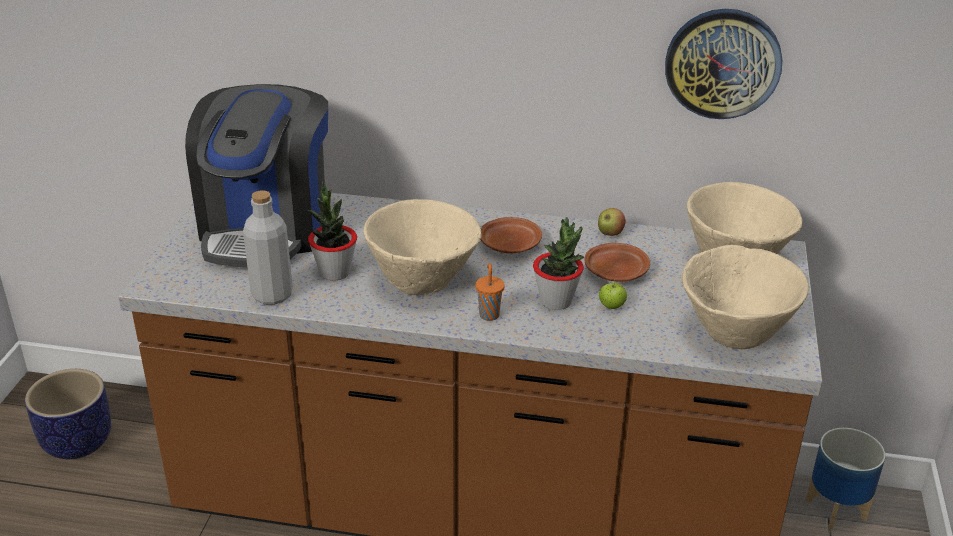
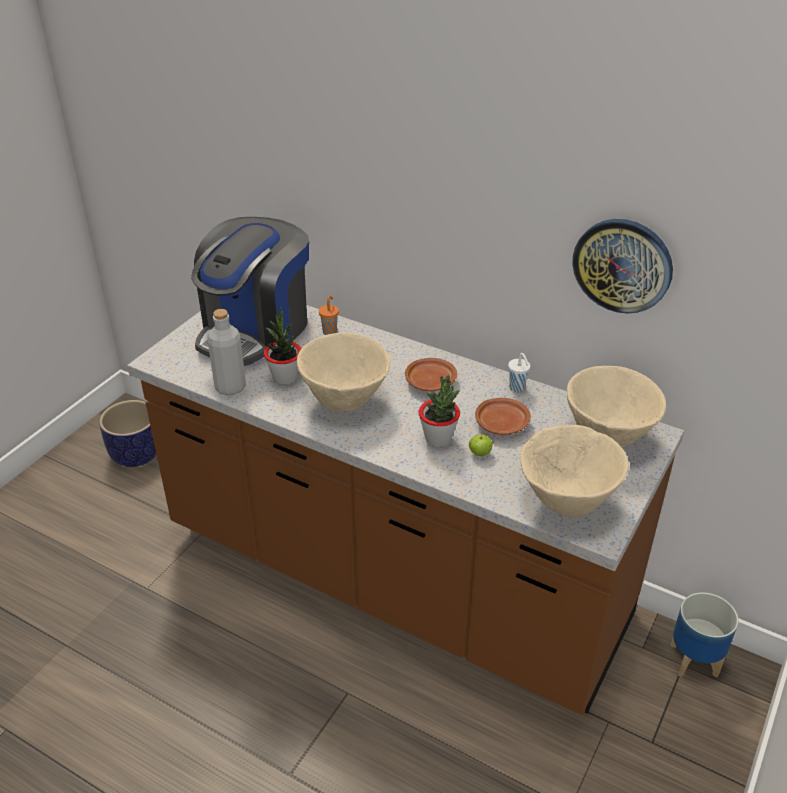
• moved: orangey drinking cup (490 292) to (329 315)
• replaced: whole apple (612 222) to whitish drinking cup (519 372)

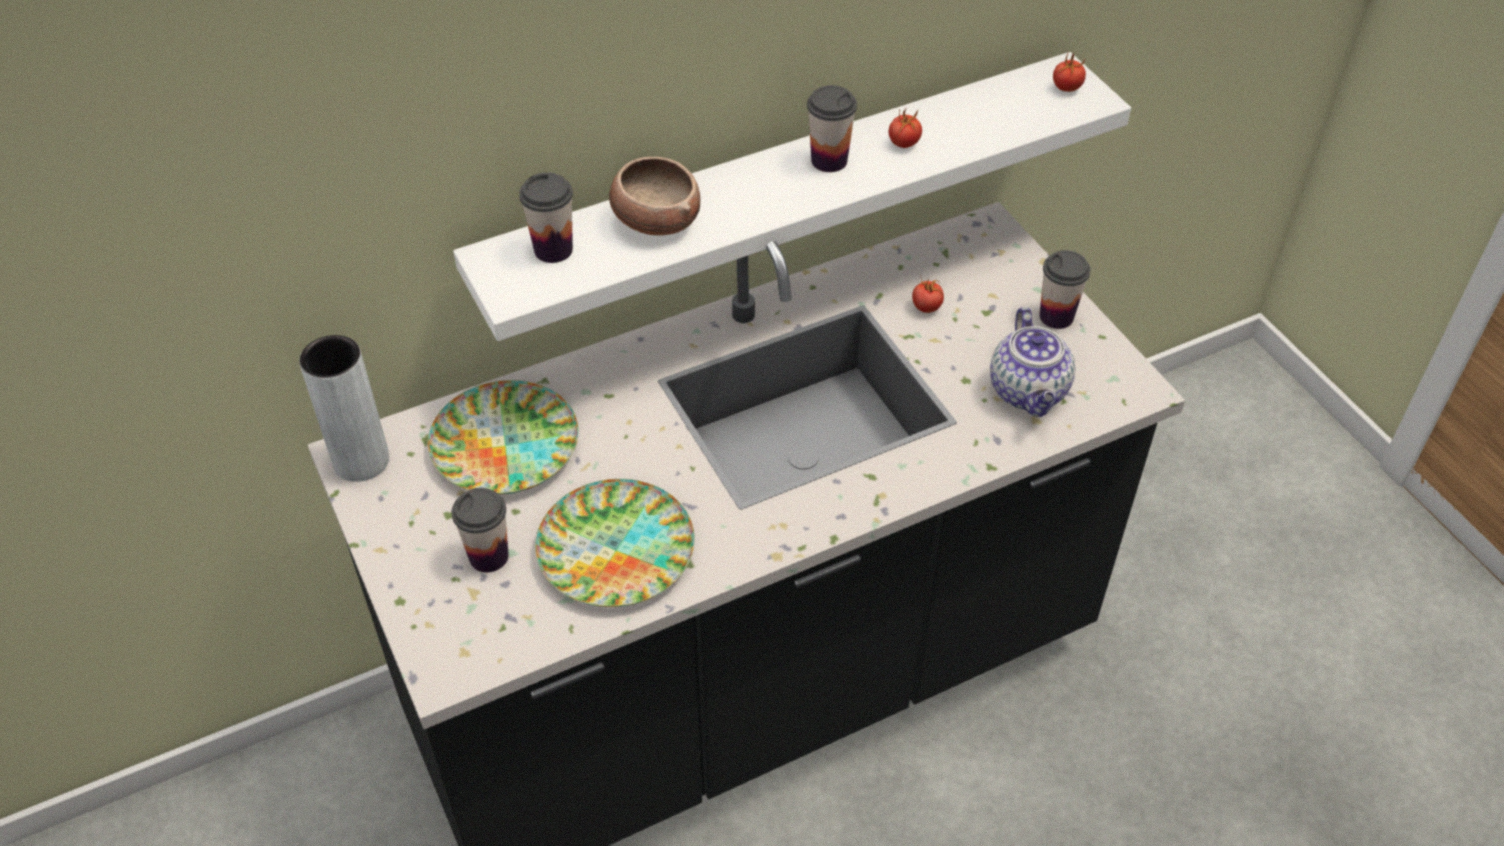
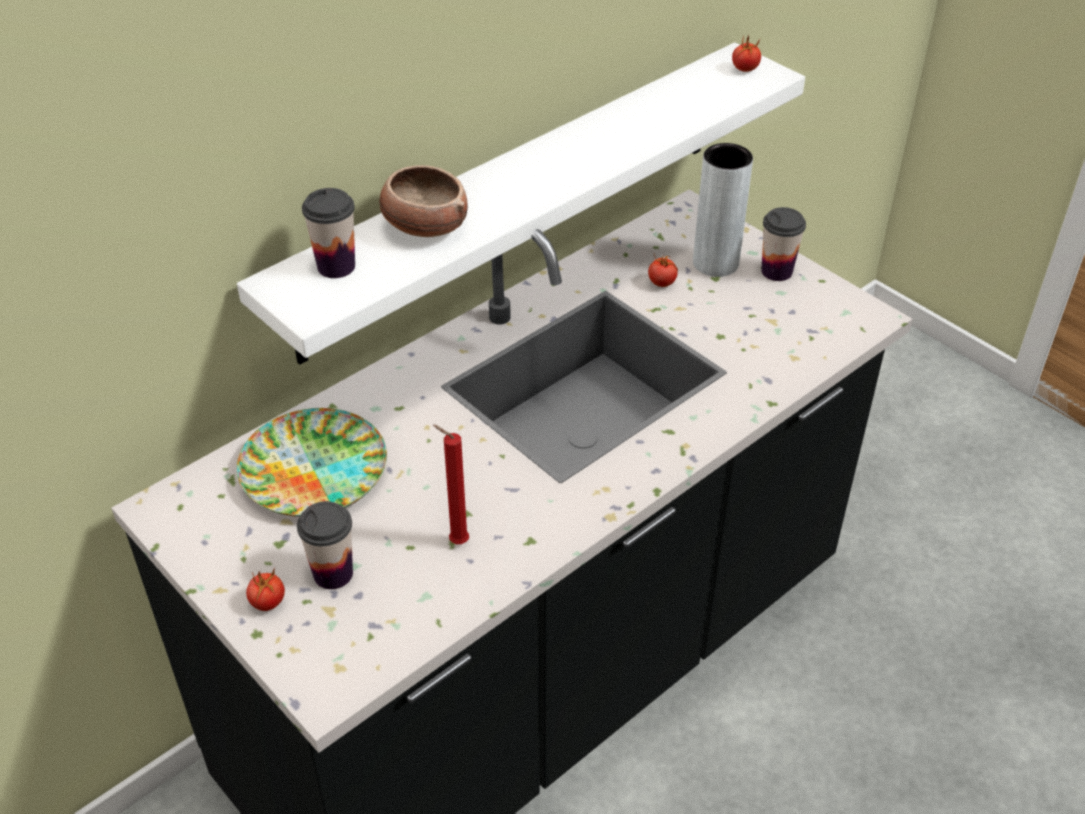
• moved: whole tomato (905 128) to (265 589)
• replaced: plate (615 543) to red-coloured wax light (451 484)
• moved: gray vase (344 408) to (723 210)
• removed: drinking cup (832 128)
• removed: pot for tea (1032 362)

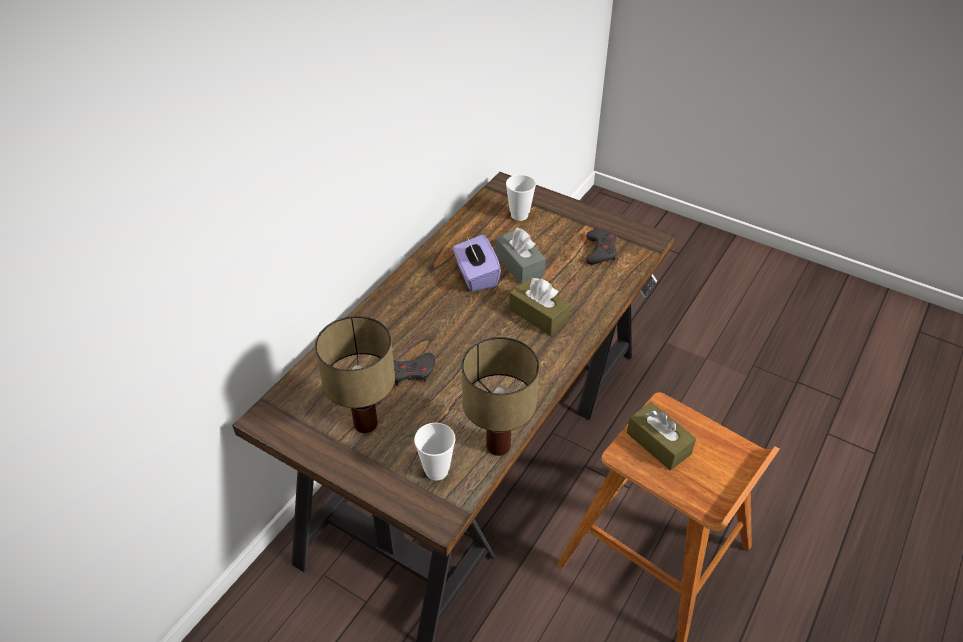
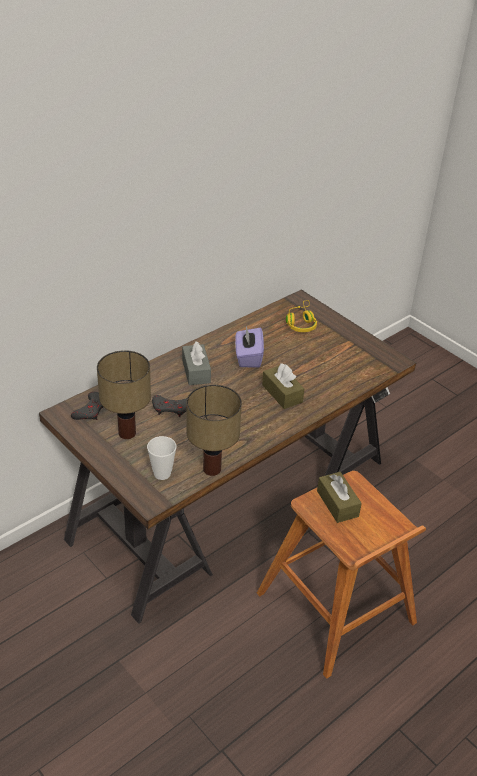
• moved: gray gamepad (601 247) to (87 406)
• moved: gray tissue box (521 256) to (196 363)
• replaced: drinking cup (521 198) to yellow pair of headphones (301 316)

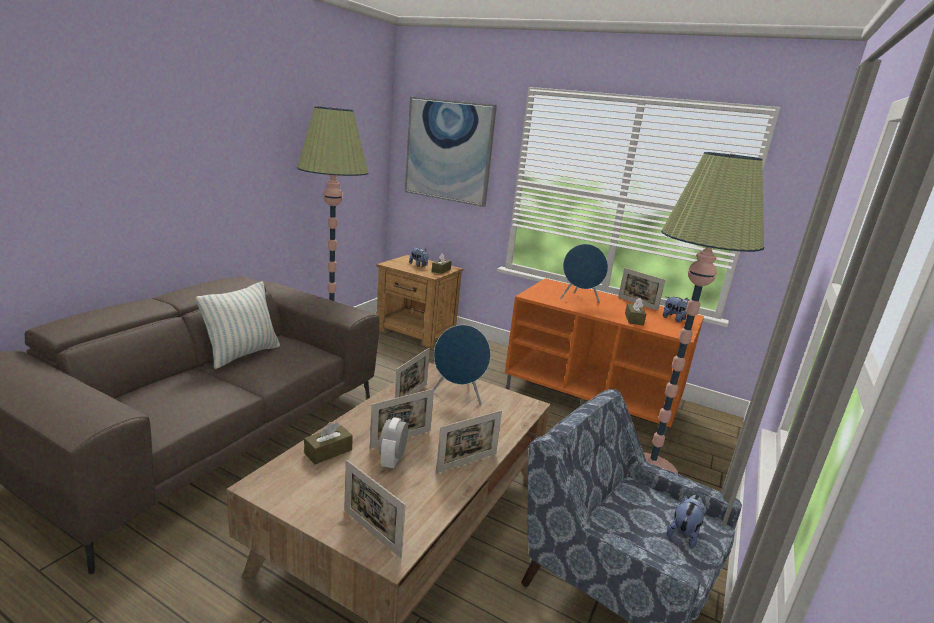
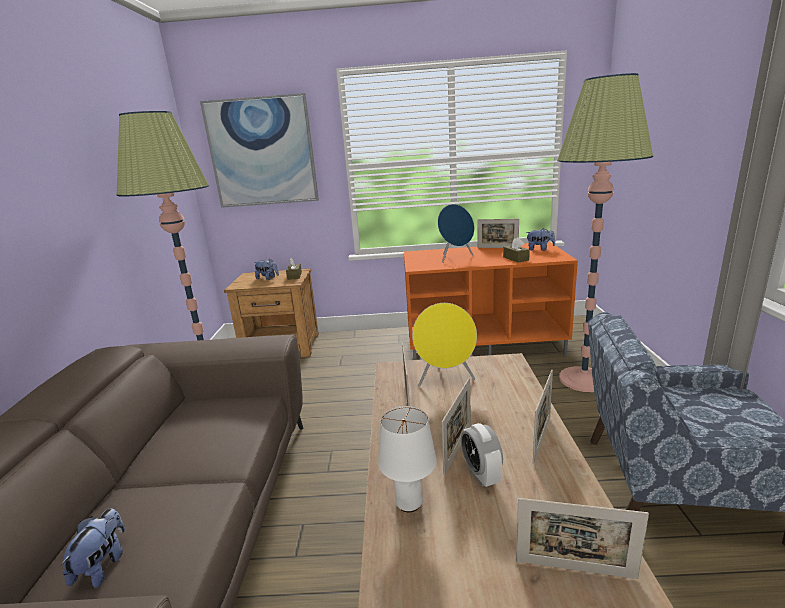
• moved: plush toy (686 521) to (93 548)
• replaced: brown tissue box (328 443) to whitish table lamp (407 459)
• recoloured: bluish loudspeaker (462 365) to yellow loudspeaker (444 345)
• removed: throw pillow (238 325)

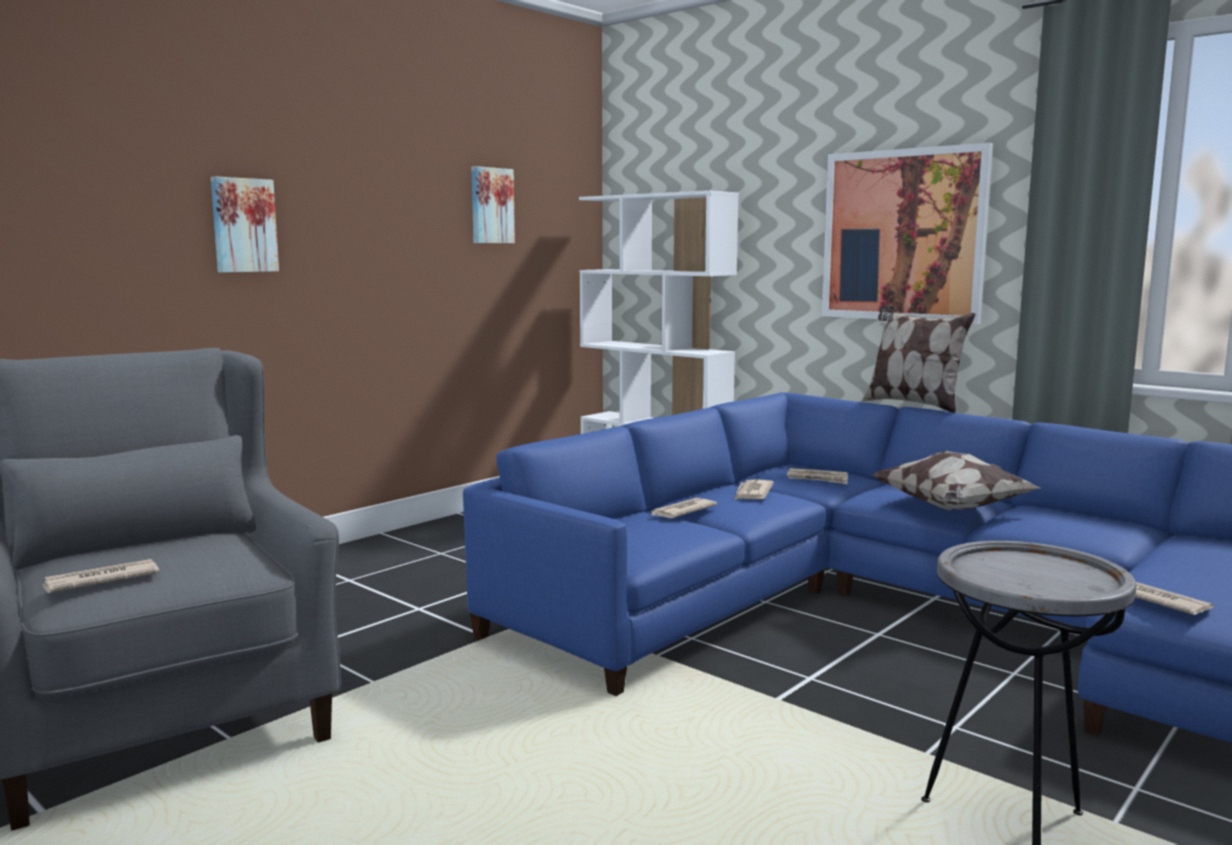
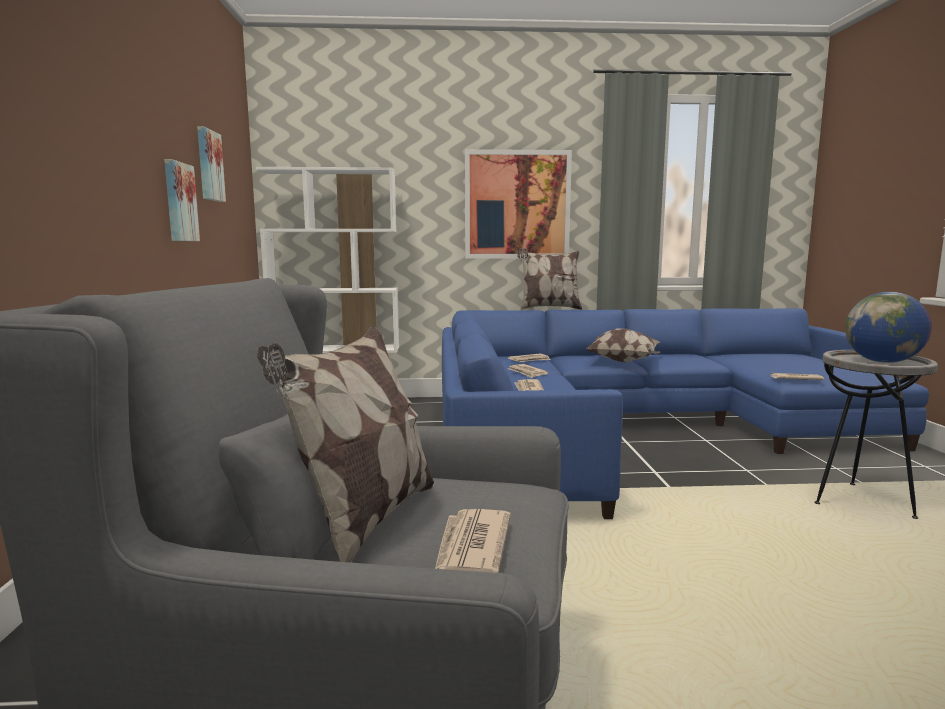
• moved: wall picture (245 224) to (182 200)
• added: throw pillow (345 444)
• added: desk globe (888 327)

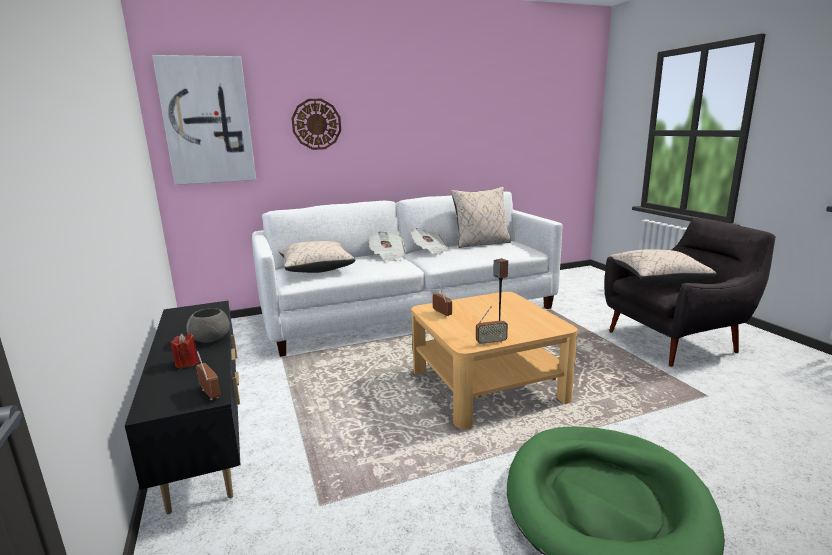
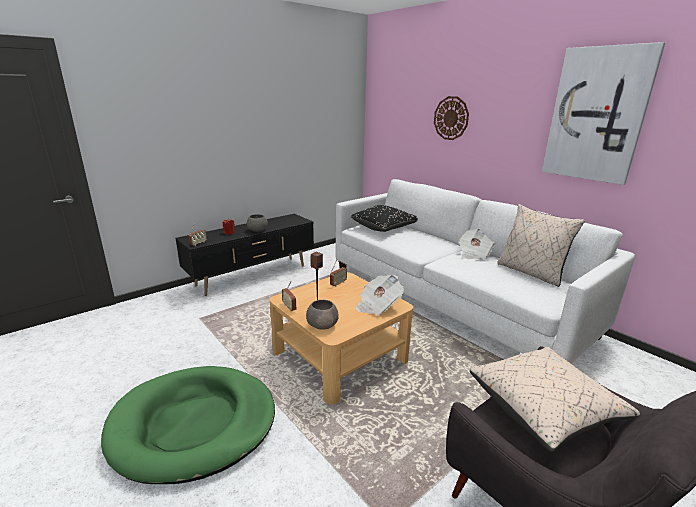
• added: gray deep dish (322 315)
• recoloured: beige throw pillow (317 257) to black throw pillow (384 218)
• moved: printed paper (387 246) to (379 295)
• moved: wall picture (204 120) to (603 113)

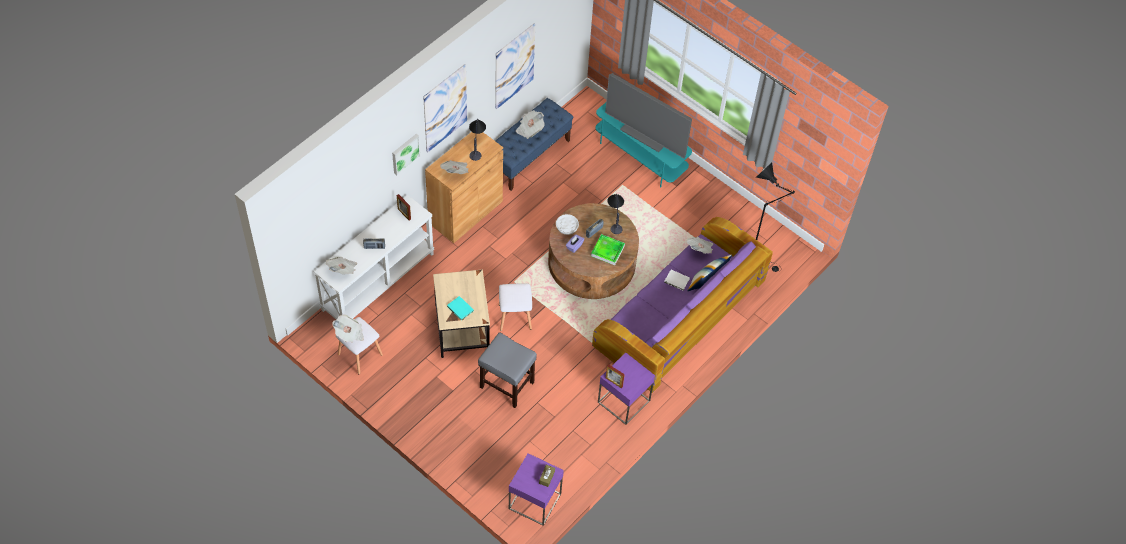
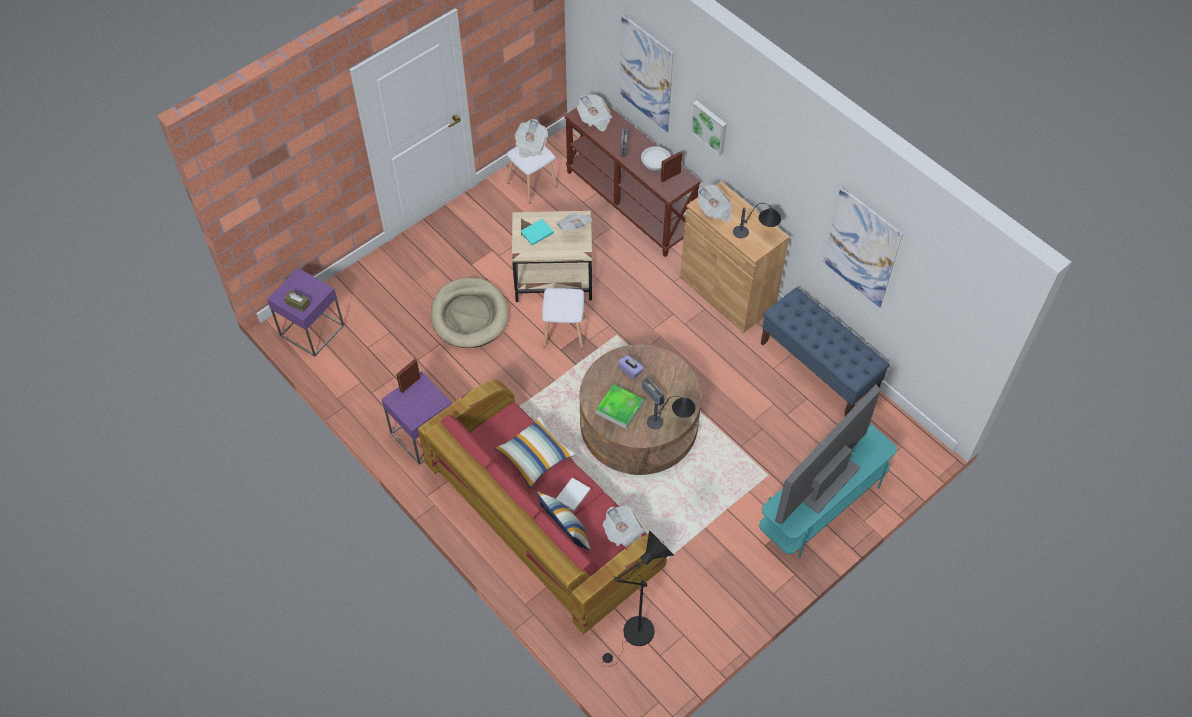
• recoloured: purple couch (682 305) to red-coloured couch (542 507)
• replaced: gray sitting stool (507 370) to beige dog cushion (469 313)
• added: throw pillow (535 452)
• moved: printed paper (530 124) to (574 221)
• recoloured: whitish hall table (374 257) to brown hall table (632 180)
• moved: wall picture (445 108) to (646 73)
• moved: whitish deep dish (567 224) to (655 158)

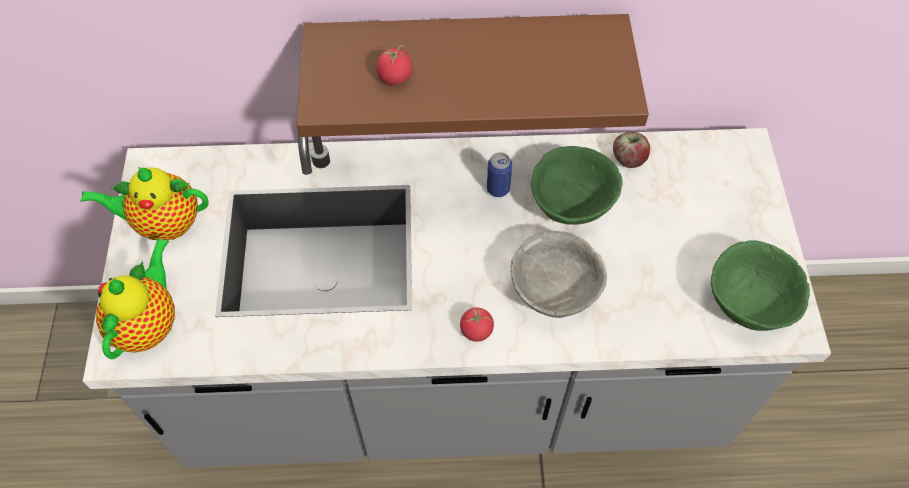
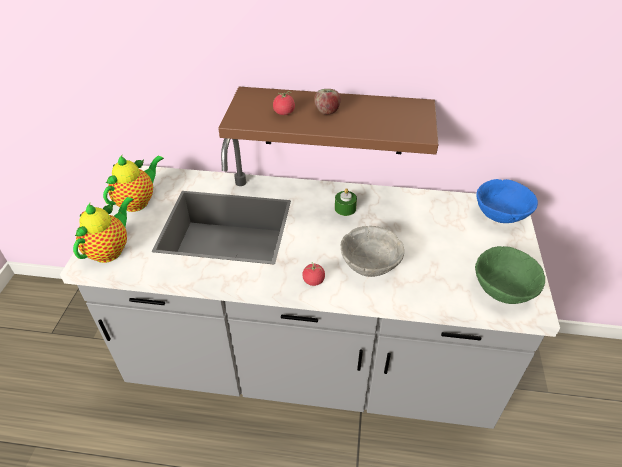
• turned: pot for tea (144 203) = (133 183) 120 degrees clockwise
• moved: whole apple (631 150) to (327 102)
• replaced: can (499 174) to greenish wax light (346 202)
• added: bluish deep dish (507 201)
• removed: greenish deep dish (577 185)

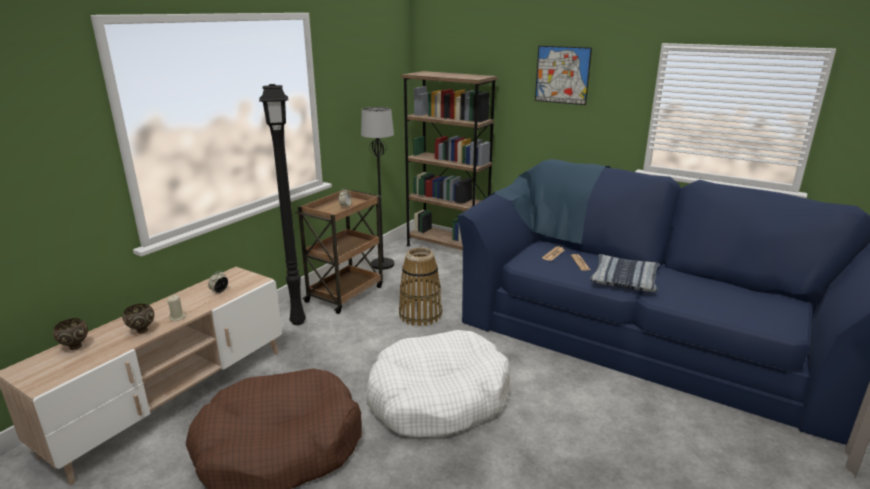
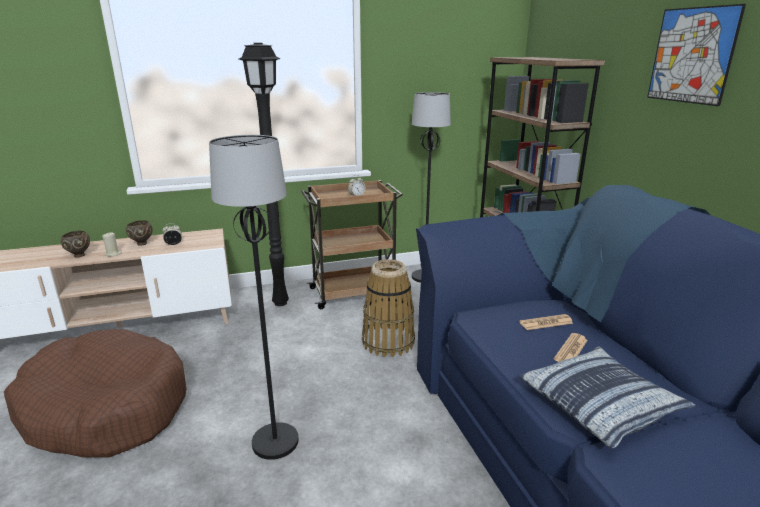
• moved: brown deep dish (70 334) to (139 233)
• replaced: whitish dog cushion (438 383) to black floor lamp (254 297)

